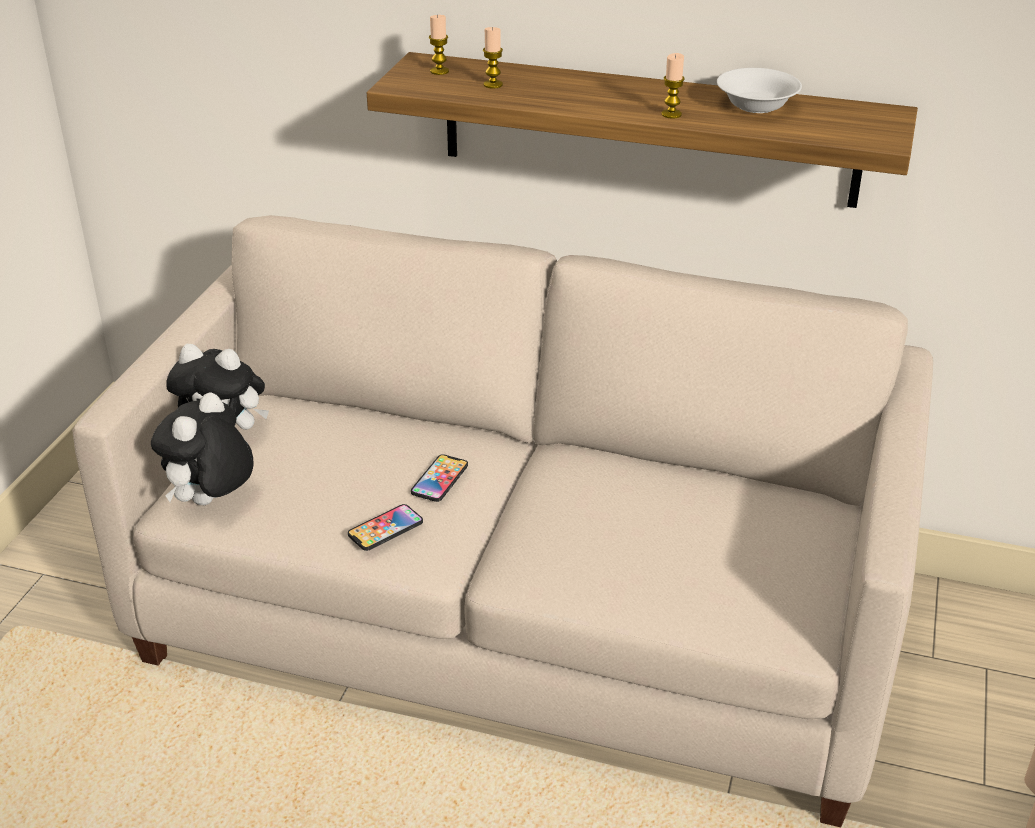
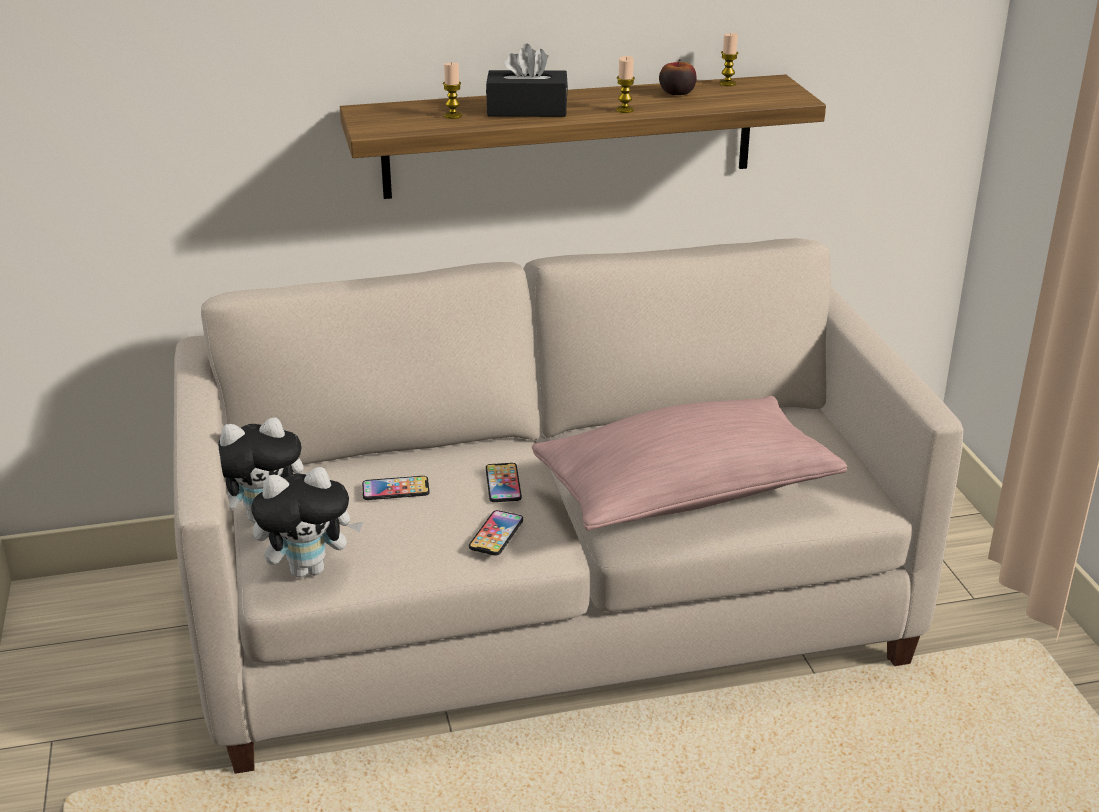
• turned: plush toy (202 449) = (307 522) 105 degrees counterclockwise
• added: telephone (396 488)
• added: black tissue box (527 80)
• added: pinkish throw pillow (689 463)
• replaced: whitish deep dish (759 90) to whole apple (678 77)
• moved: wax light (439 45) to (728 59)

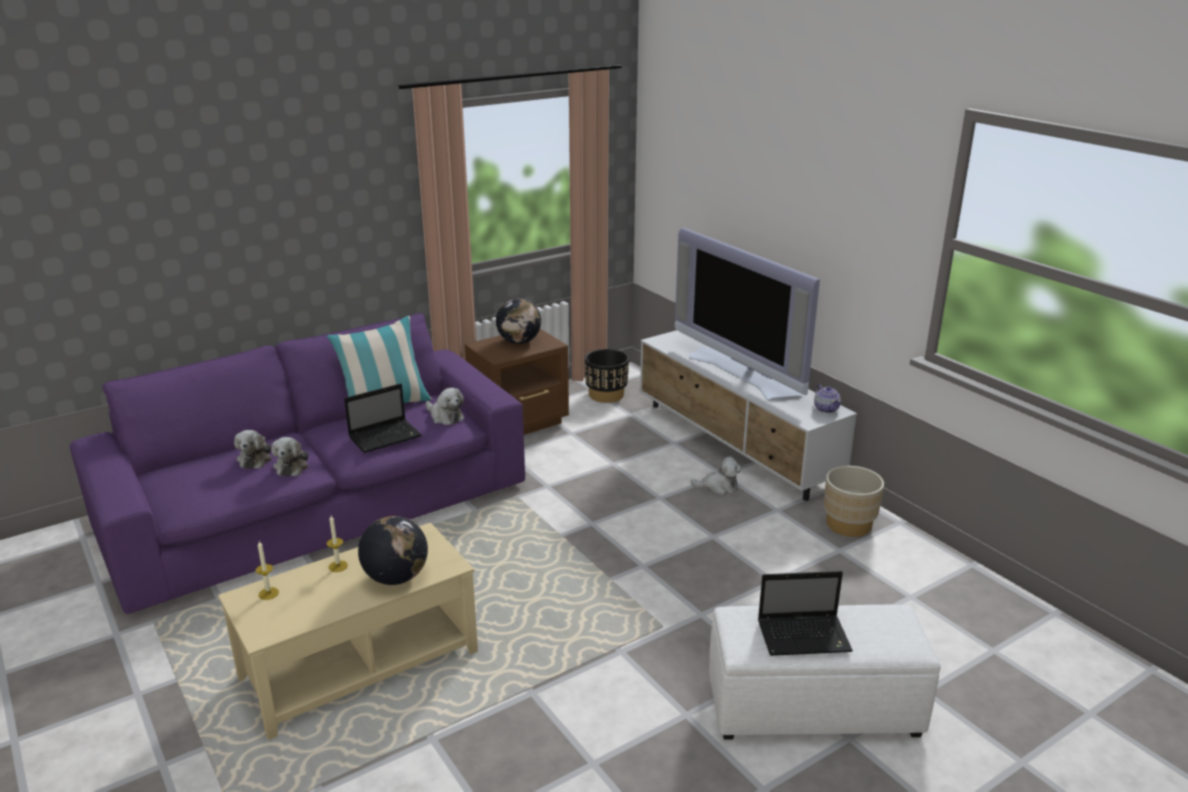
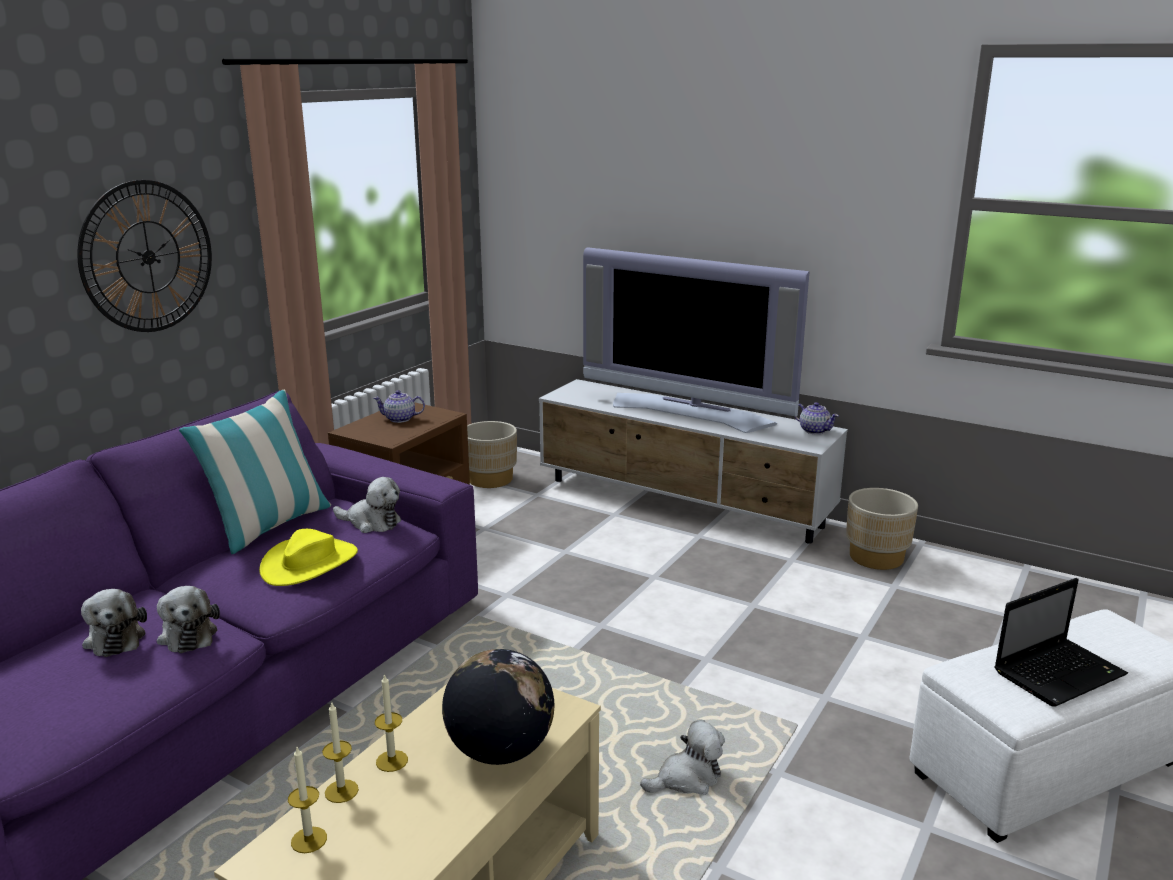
• added: hanging clock (144 256)
• replaced: portable computer (383 418) to yellow hat (308 557)
• added: wax light (340 752)
• replaced: desk globe (518 321) to pot for tea (399 406)
• recoloured: black flower pot (607 376) to beige flower pot (492 454)
• moved: plush toy (716 476) to (682 757)

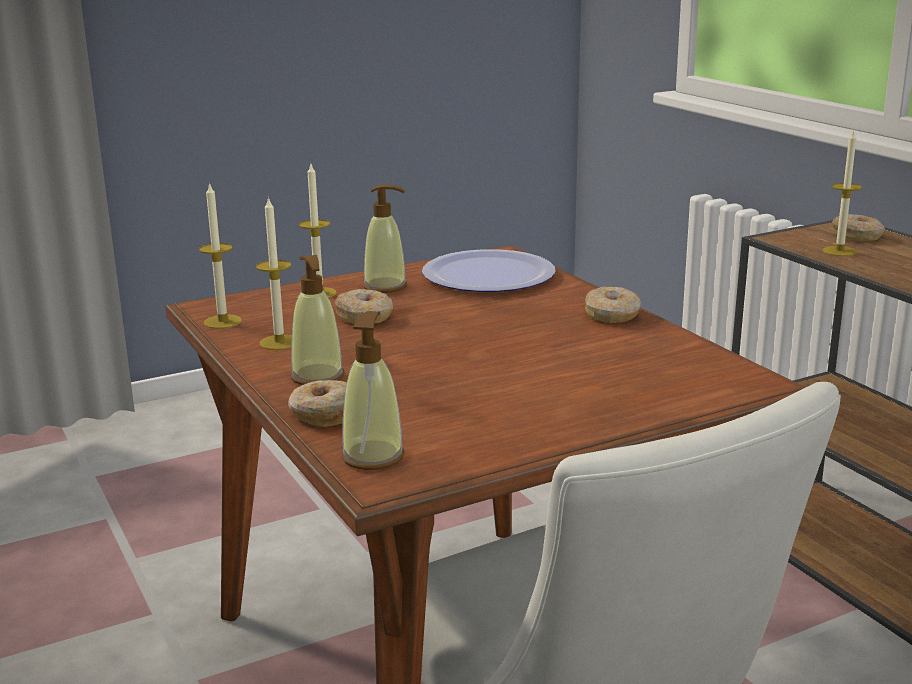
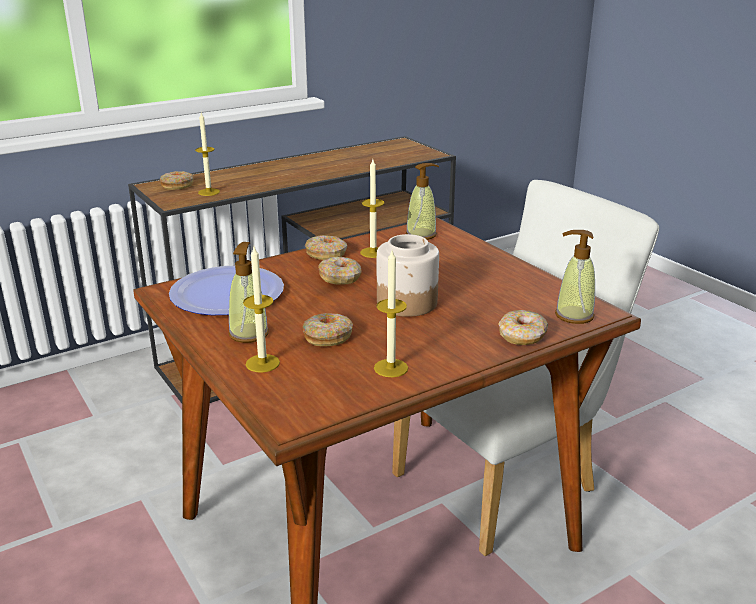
• added: doughnut (340 271)
• moved: wax light (220 255) to (372 208)
• added: preserve jar (408 275)
• moved: soap bottle (318 320) to (422 201)

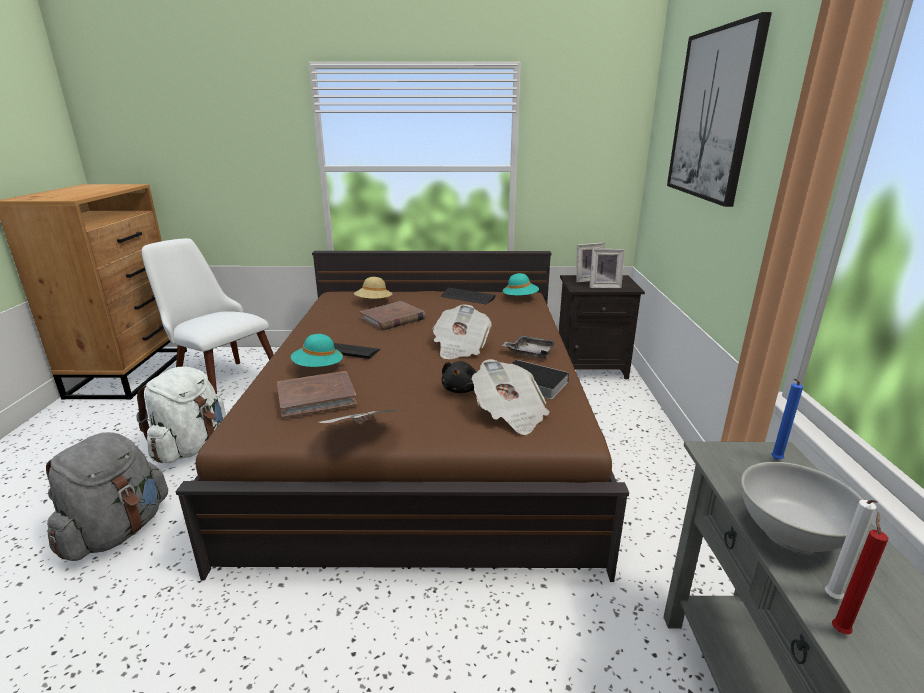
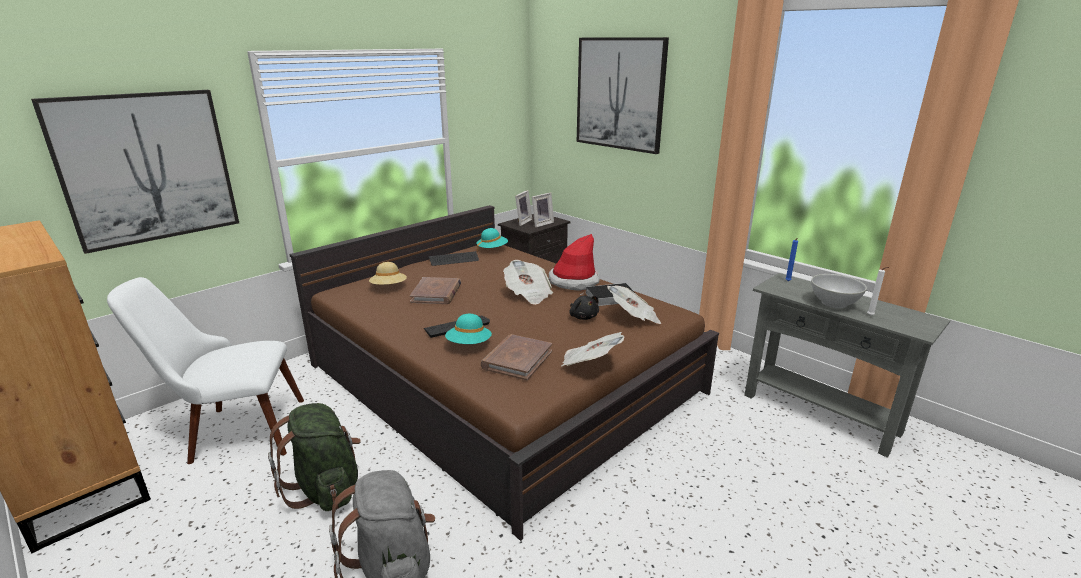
• added: wall picture (135 172)
• recoloured: whitish rucksack (181 415) to greenish rucksack (314 457)
• replaced: gray tray (529 347) to hat (574 262)
• removed: red-coloured wax light (860 573)

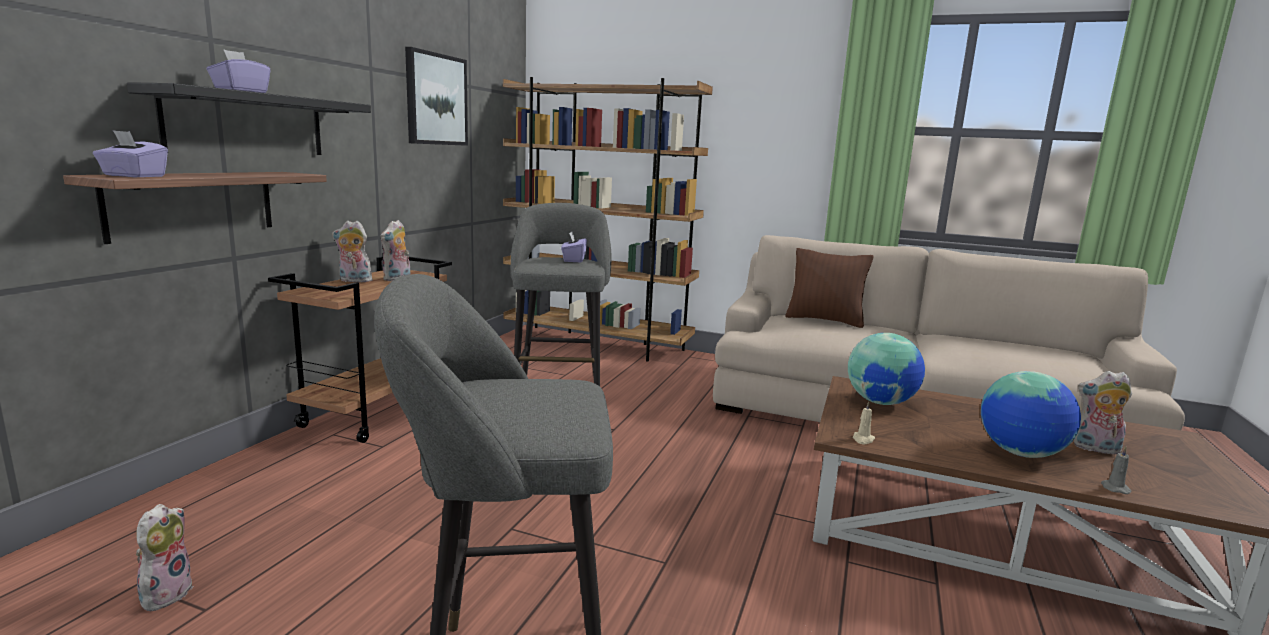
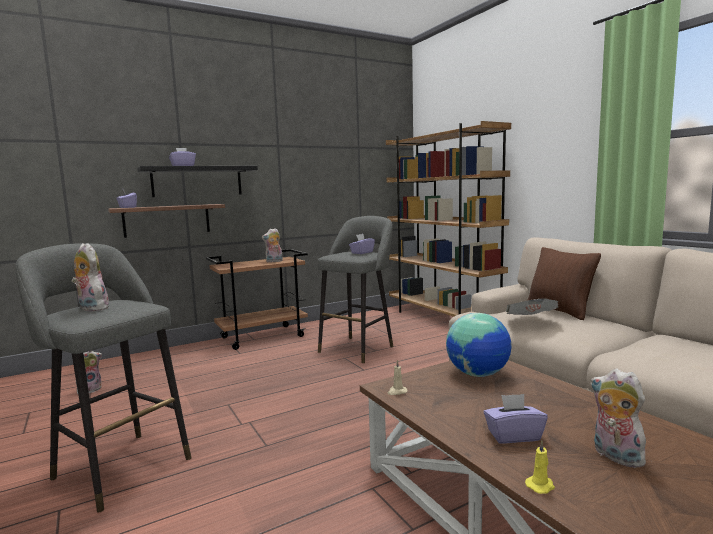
• moved: plush toy (352 252) to (90 277)
• replaced: desk globe (1031 414) to purple tissue box (516 419)
• added: printed paper (532 306)
• recoloured: gray wax light (1116 470) to yellow wax light (540 467)
• removed: wall picture (436 96)

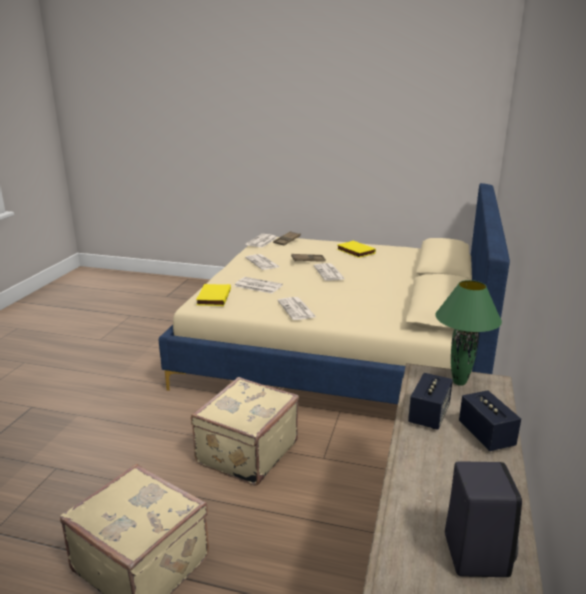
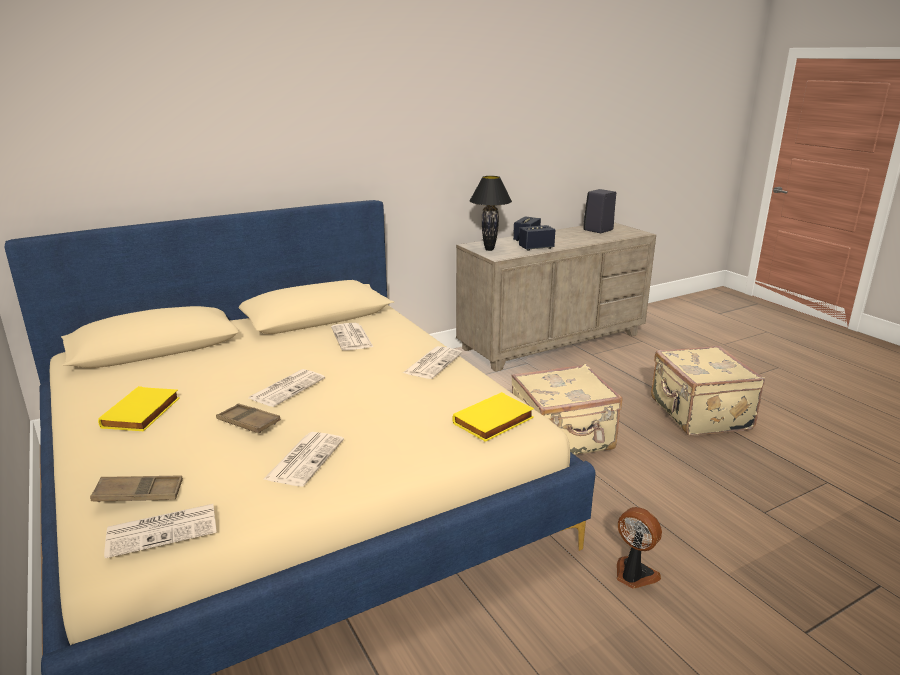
• moved: printed paper (259 285) to (352 336)
• recoloured: greenish table lamp (468 333) to black table lamp (490 213)
• added: electric fan (639 548)

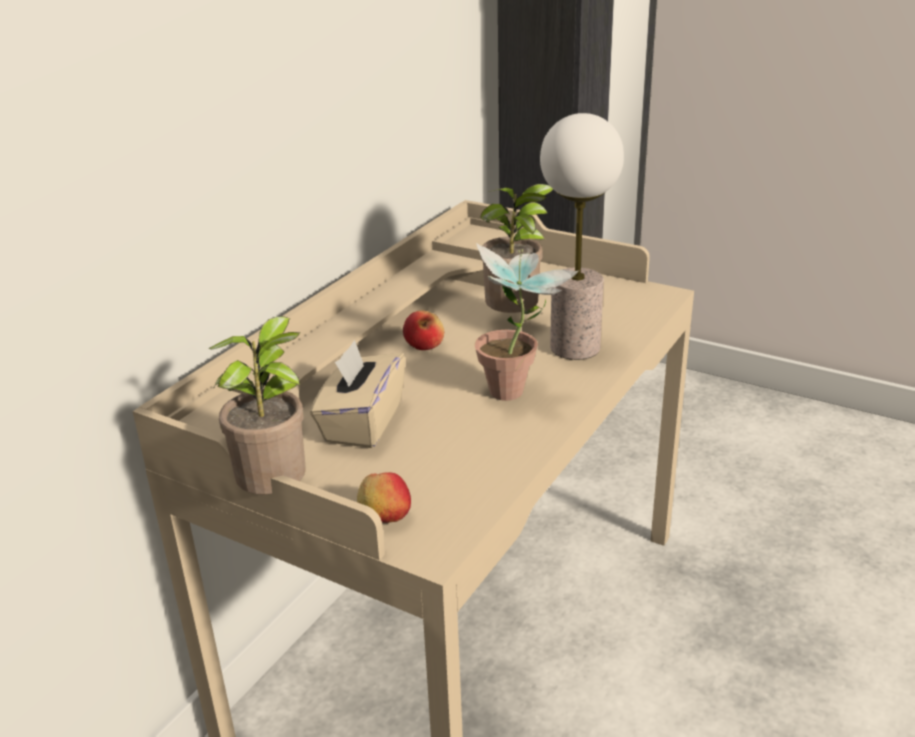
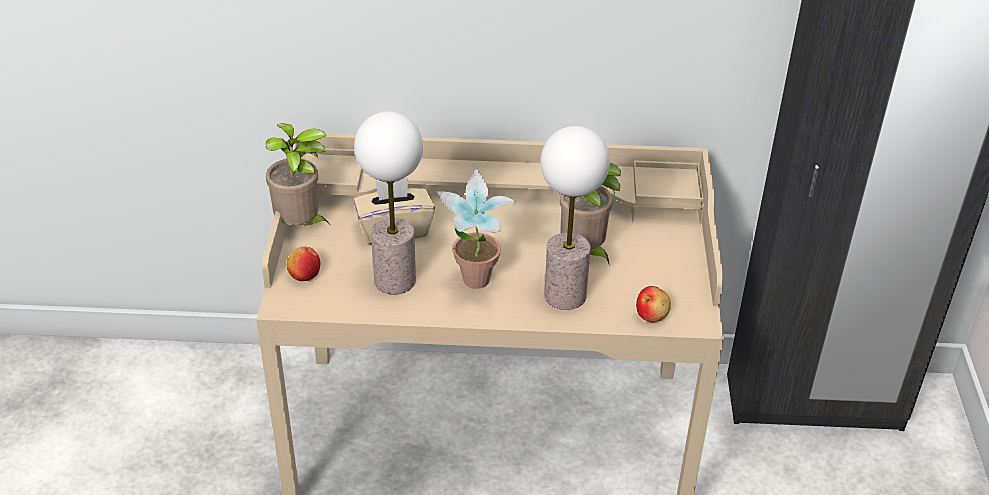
• added: table lamp (388 202)
• moved: whole apple (423 330) to (653 304)

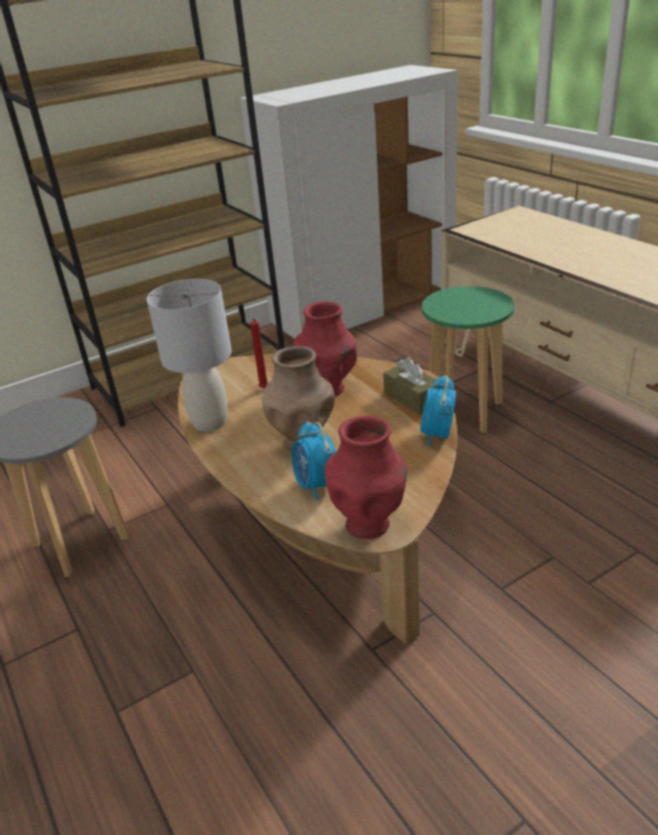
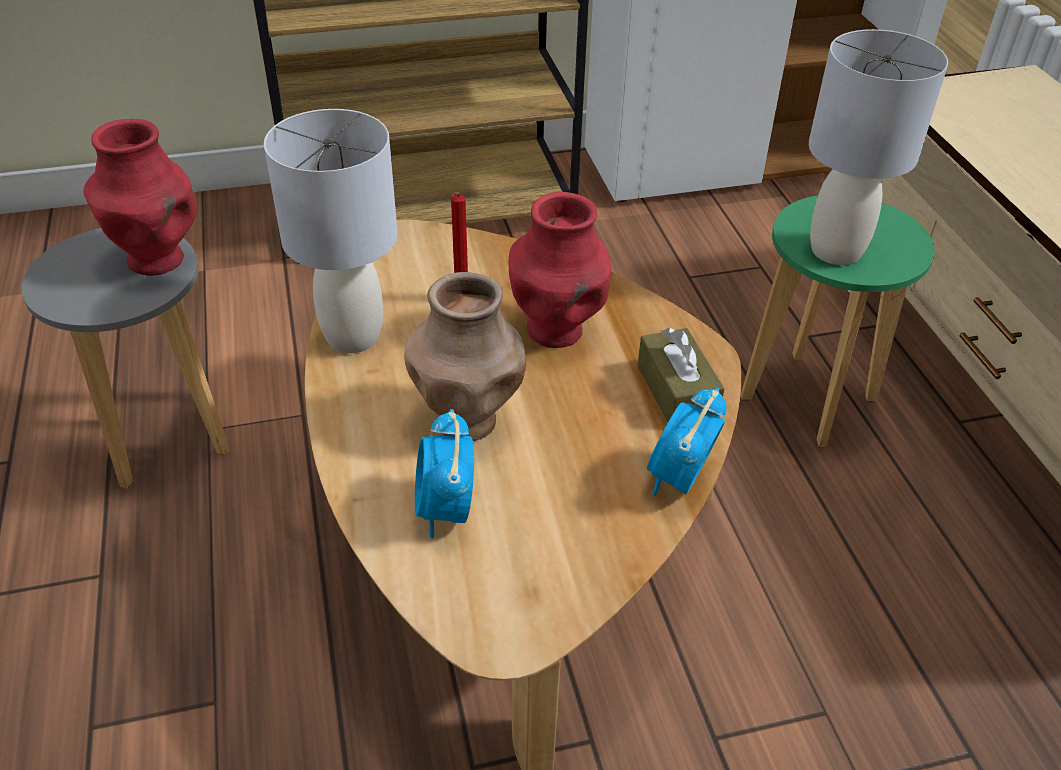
• moved: red-coloured vase (366 477) to (139 197)
• added: gray table lamp (878 147)

